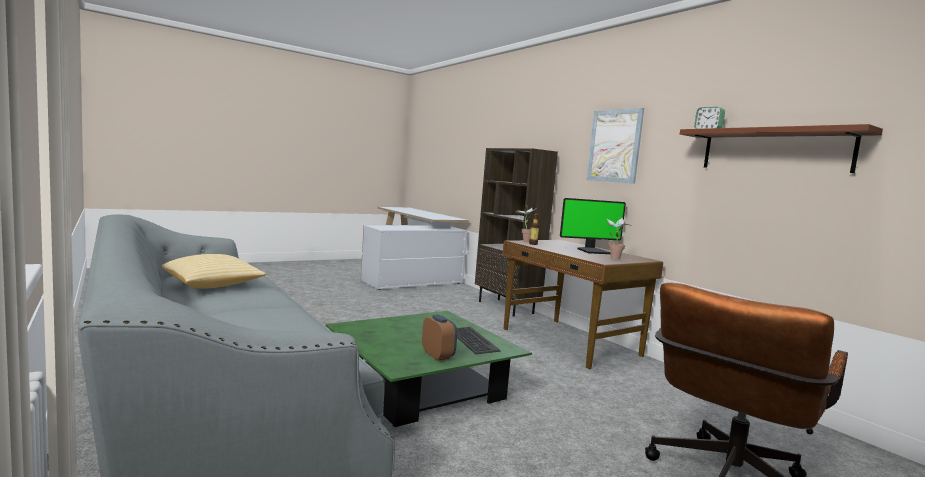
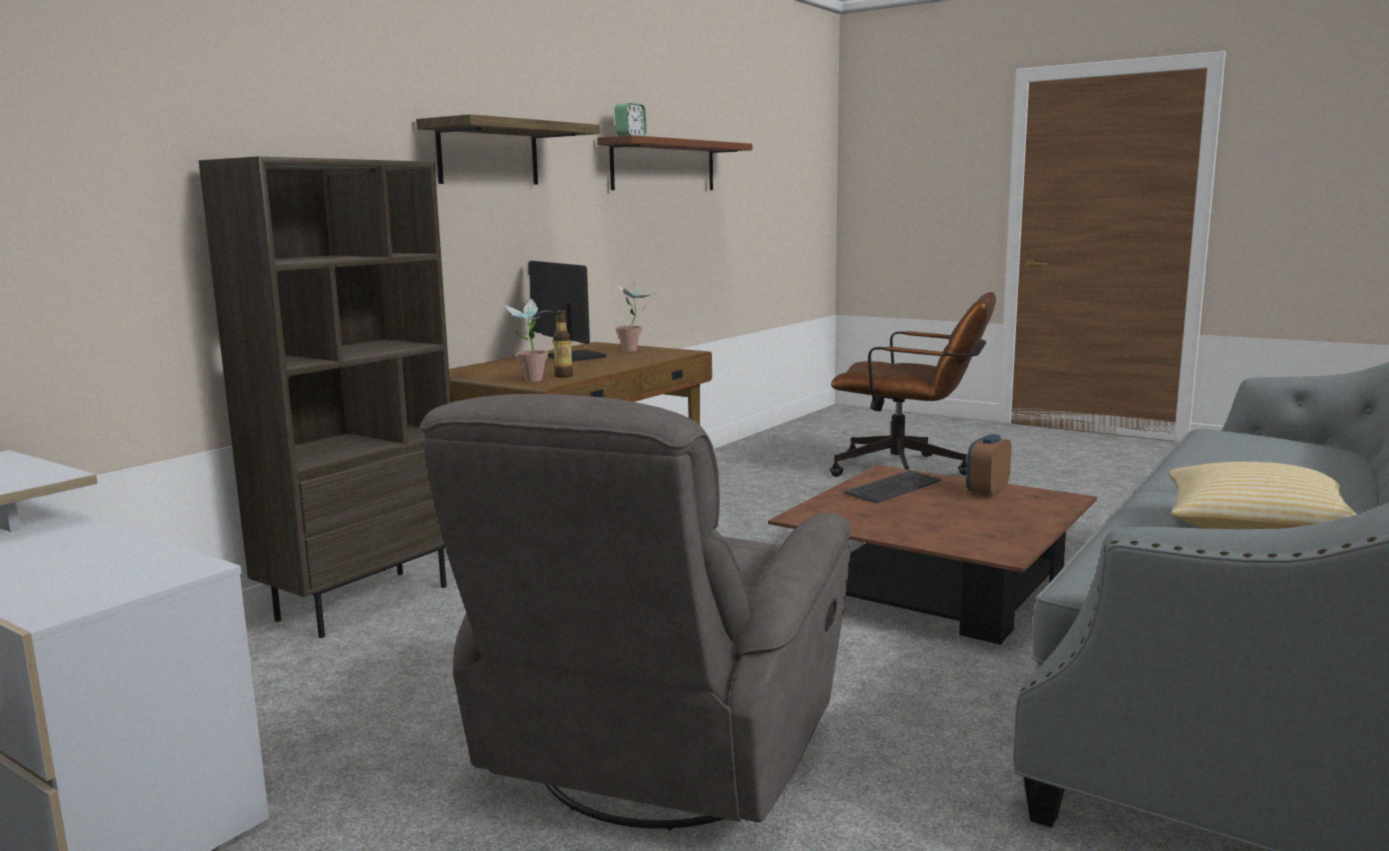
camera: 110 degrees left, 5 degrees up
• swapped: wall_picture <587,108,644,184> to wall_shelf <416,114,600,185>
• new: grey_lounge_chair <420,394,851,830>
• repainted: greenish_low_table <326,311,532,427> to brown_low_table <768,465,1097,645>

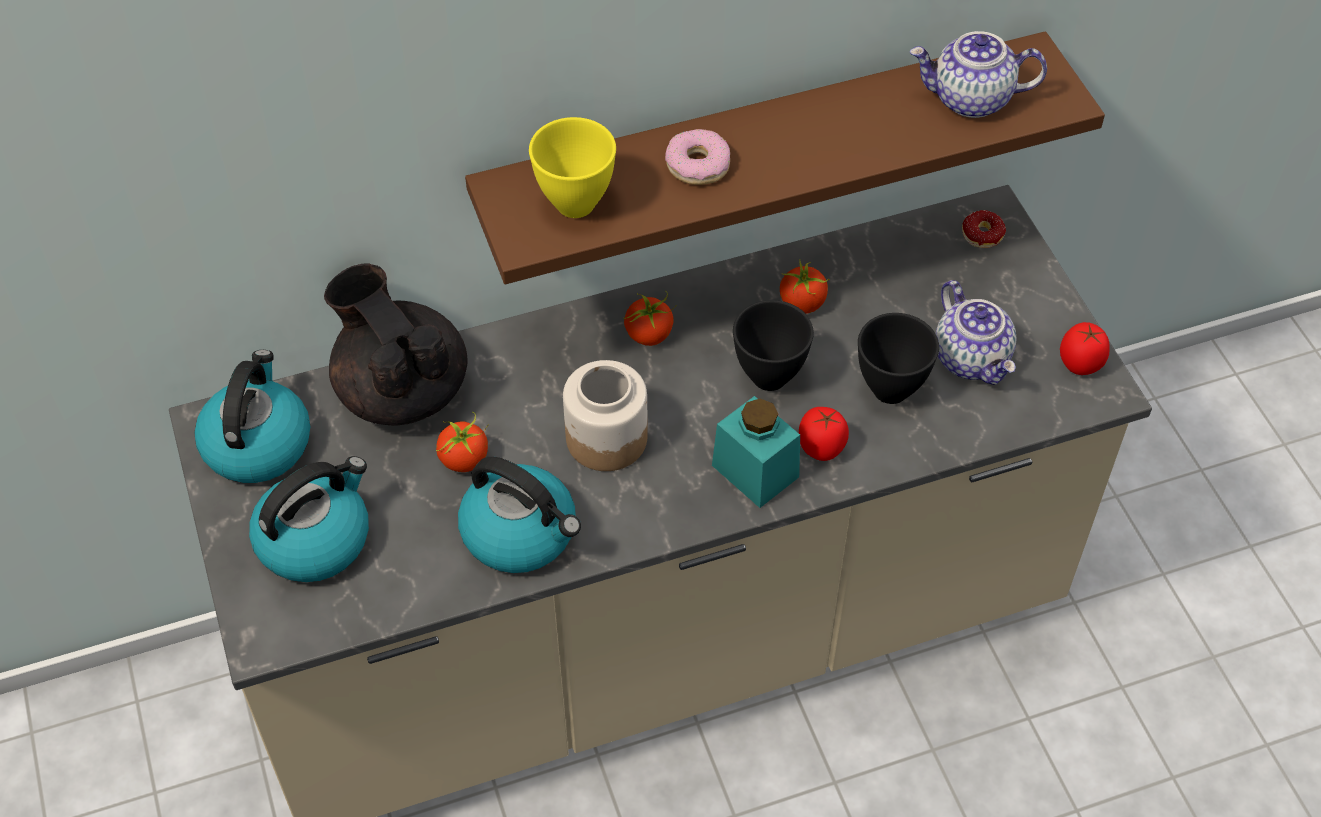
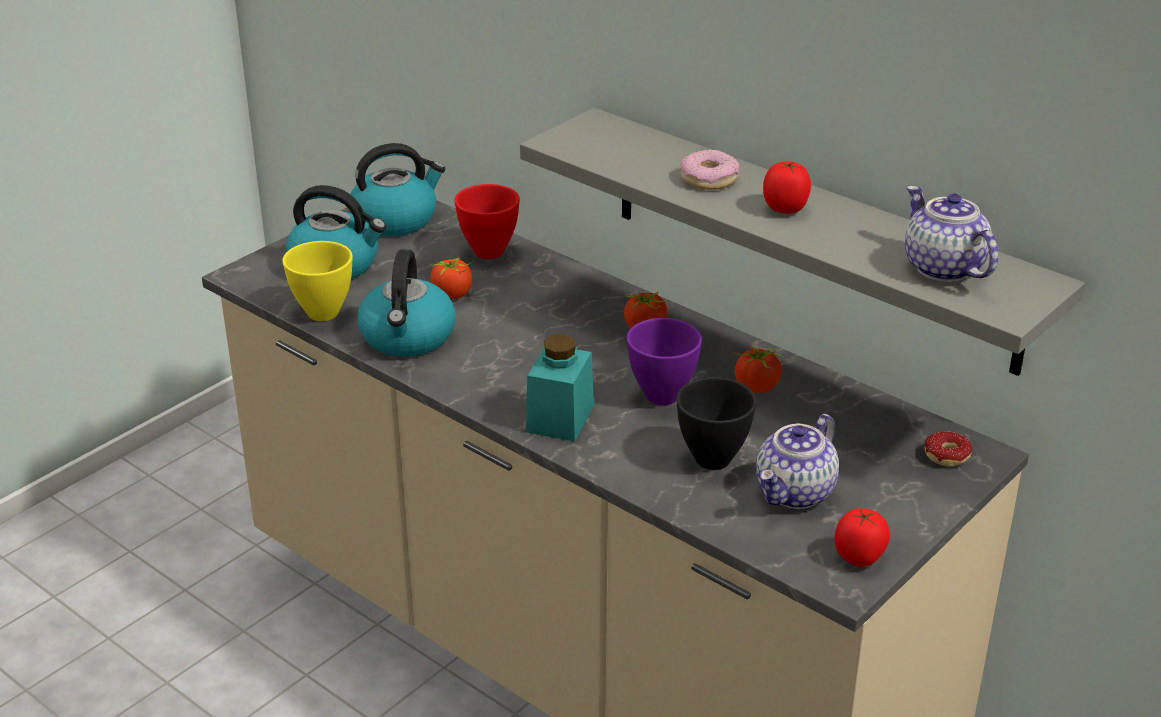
camera: 60 degrees right, 20 degrees down
• shifted: yellowish_deep_dish <529,117,616,218> to <282,241,353,321>
• swapped: blackish_tea_pot <324,263,468,425> to red-coloured_deep_dish <455,184,520,259>
• repainted: brown_wall_shelf <465,31,1105,284> to grey_wall_shelf <520,108,1085,376>
• repainted: blackish_deep_dish <733,300,814,391> to purplish_deep_dish <627,318,702,405>
• shifted: tomato <799,407,849,461> to <763,161,811,214>
• gone: storage_jar <563,360,648,471>

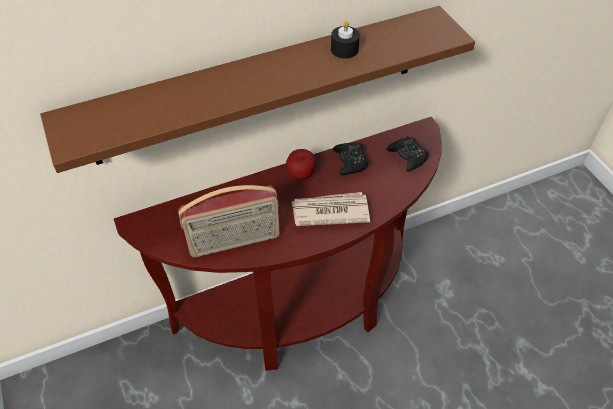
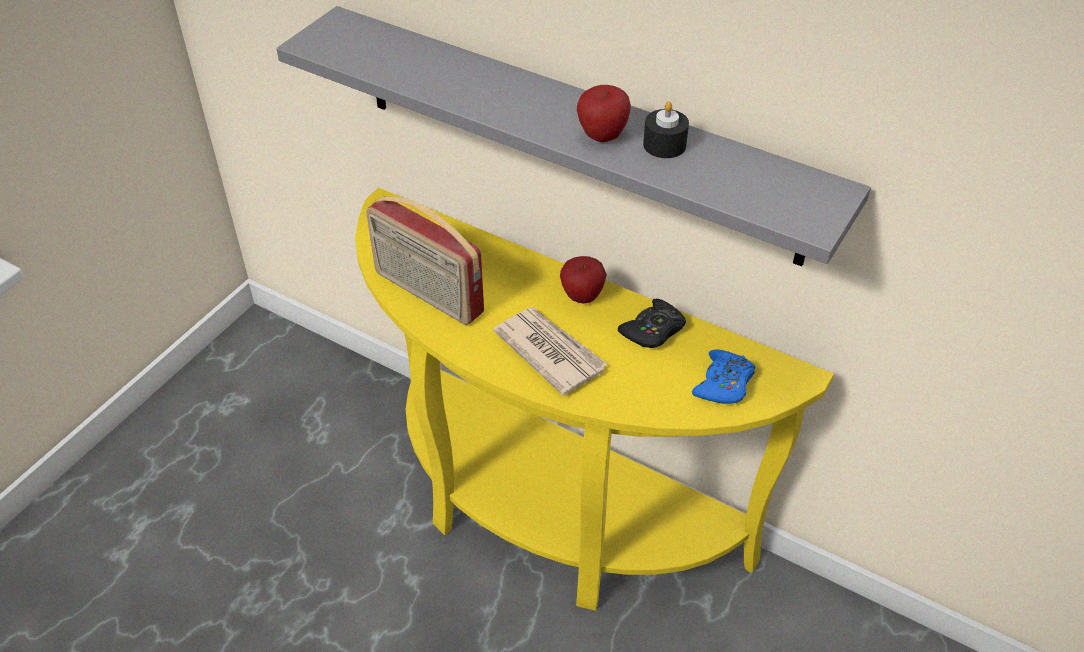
camera: 55 degrees right, 5 degrees down
• repainted: brown_wall_shelf <40,6,475,173> to grey_wall_shelf <276,6,871,266>
• repainted: brown_console_table <114,117,441,371> to yellowish_console_table <355,188,834,611>
• new: apple_fruit <577,85,631,142>
• repainted: blackish_game_controller <386,136,429,172> to bluish_game_controller <692,349,755,404>

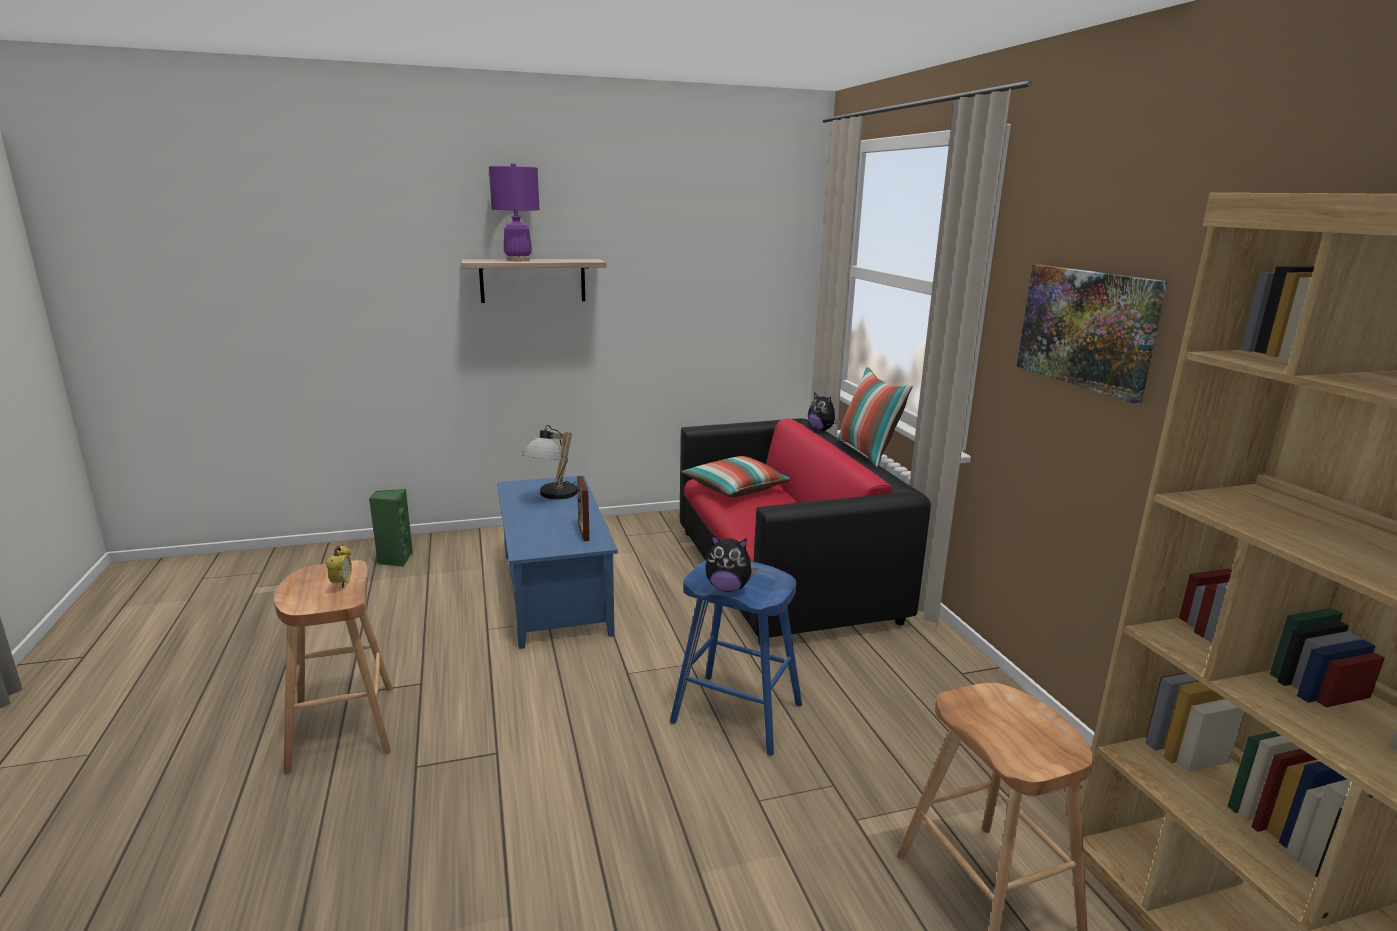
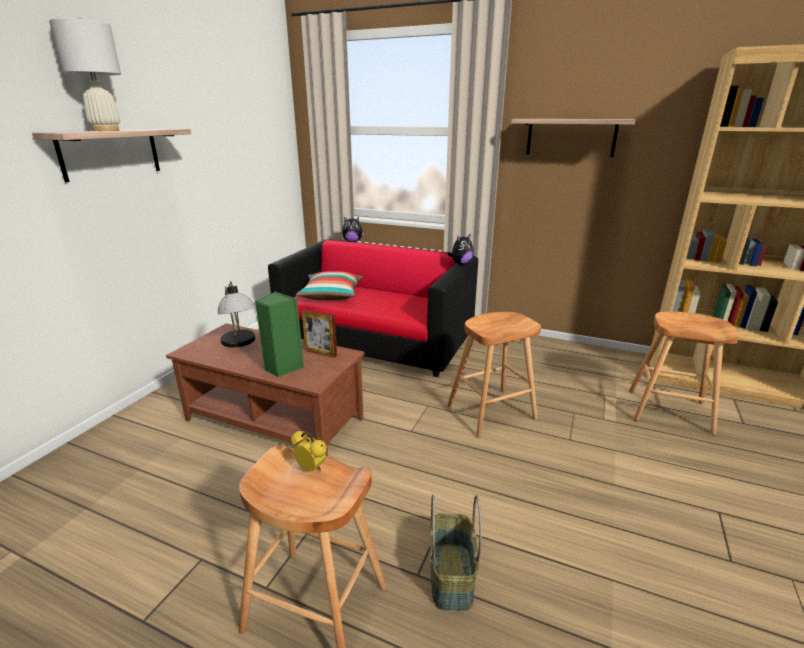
camera: 50 degrees left, 5 degrees up
• repainted: purplish_table_lamp <489,163,539,261> to white_table_lamp <49,18,121,131>
• repainted: bluish_low_table <497,475,618,649> to brown_low_table <166,323,365,456>
• shifted: greenish_audio_speaker <369,489,413,567> to <255,291,304,377>
• new: basket <429,494,482,611>
• shifted: soft_toy <705,535,757,592> to <447,234,474,264>
• repainted: bluish_stool_seat <670,560,802,756> to brown_stool_seat <447,312,541,437>
• swapped: wall_picture <1017,264,1168,403> to wall_shelf <511,119,635,157>
• gone: throw_pillow <837,367,912,467>

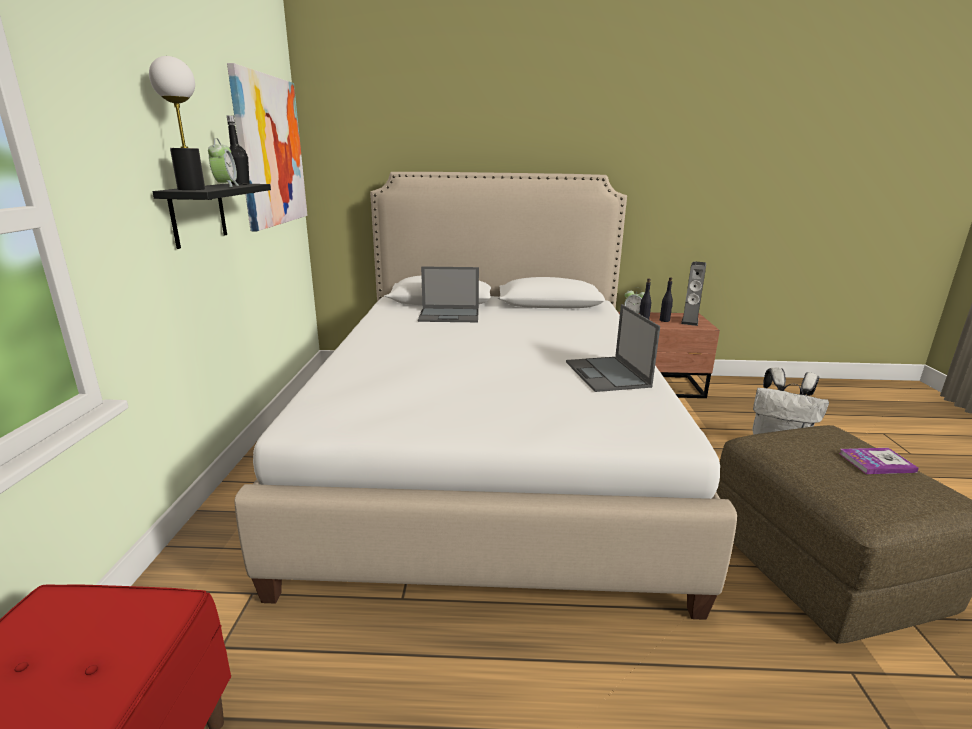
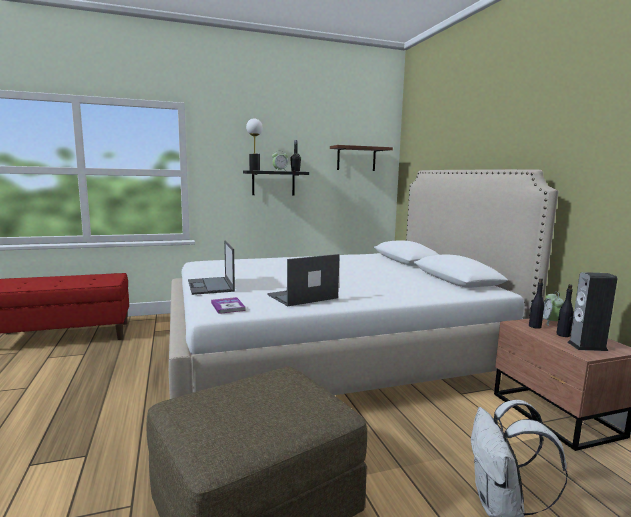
camera: 70 degrees right, 10 degrees down
• shifted: notebook_computer <418,266,479,322> to <188,240,235,295>
• shifted: book <839,448,919,474> to <211,297,246,314>
• swapped: wall_picture <227,63,308,231> to brown_wall_shelf <330,145,393,171>

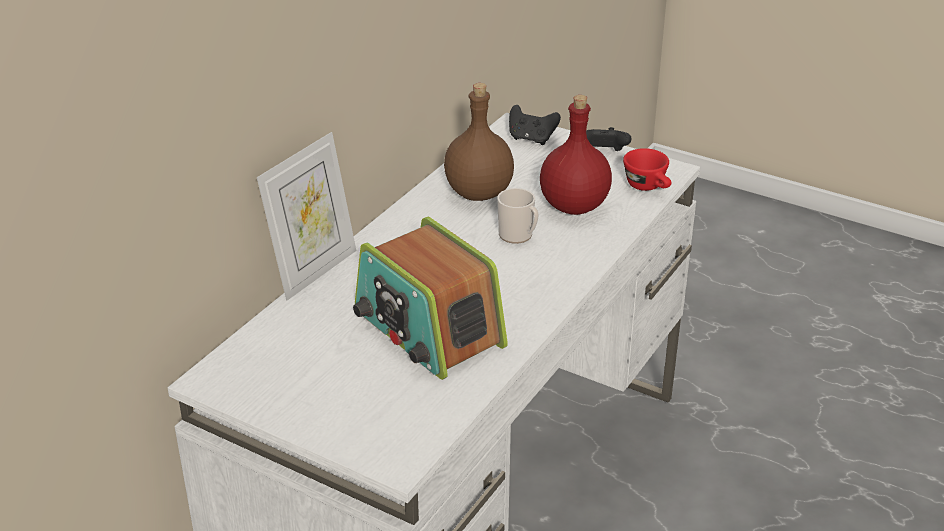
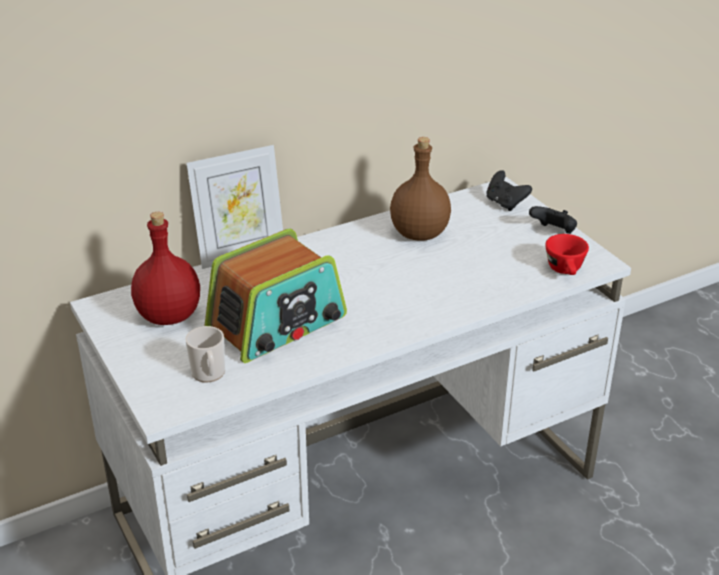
camera: 30 degrees right, 0 degrees up
• shifted: red-coloured_beverage_bottle <540,95,612,215> to <131,212,200,325>
• shifted: mug <497,188,539,244> to <185,326,225,383>
• rotated: radio <353,217,508,380> = <204,228,347,363> 120 degrees counterclockwise

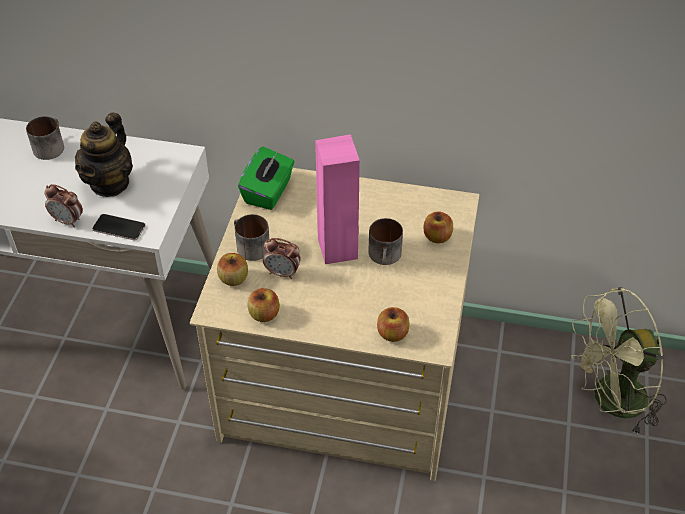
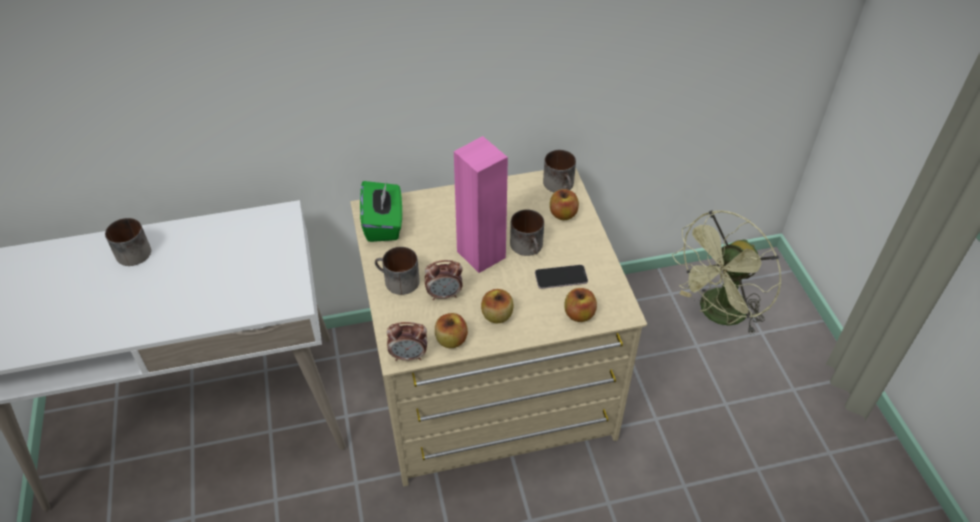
camera: 25 degrees left, 0 degrees up
• shifted: bedside_clock <45,184,83,227> to <387,322,427,361>
• shifted: apple_fruit <217,253,248,286> to <481,289,514,324>
• shifted: telephone <92,214,146,240> to <535,265,588,289>
• new: mug <543,150,576,193>
• gone: tea_pot <75,112,133,197>

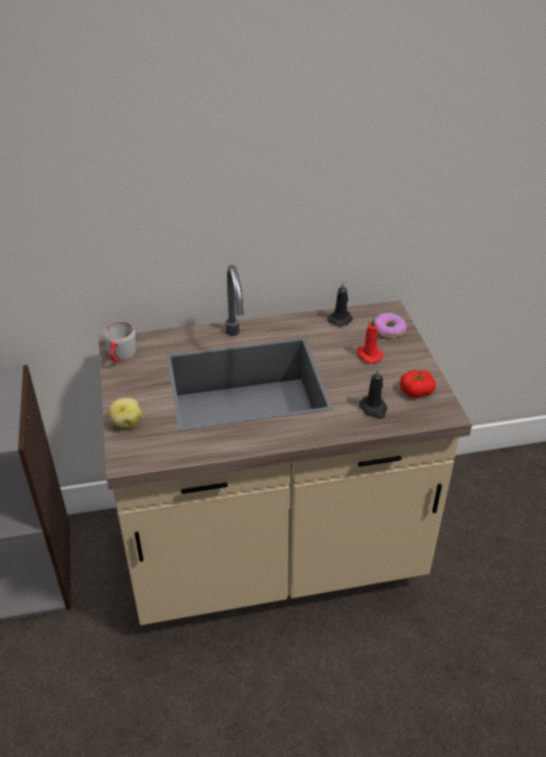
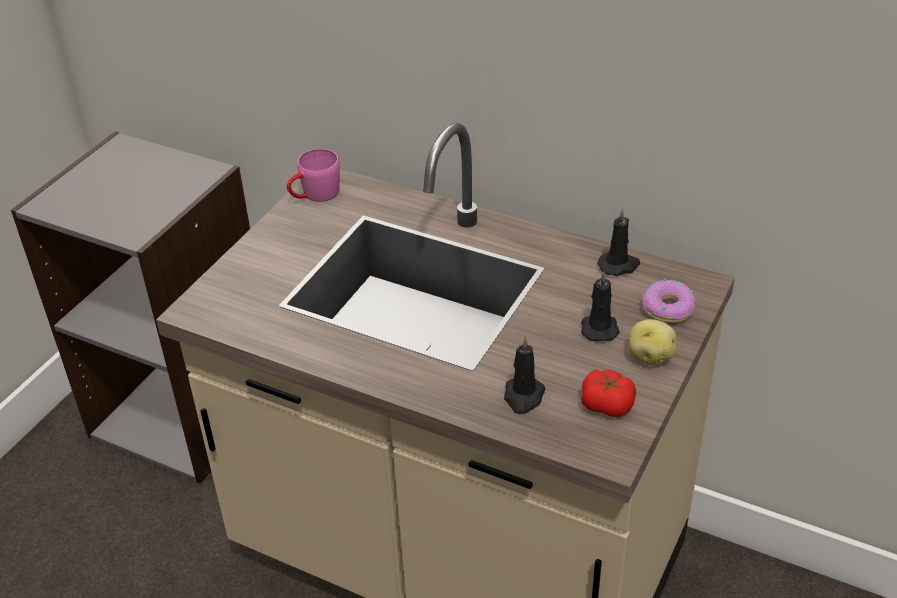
camera: 40 degrees right, 0 degrees up
• repainted: grey_mug <103,321,136,362> to pinkish_mug <287,149,340,202>
• repainted: red-coloured_wax_light <357,317,383,364> to blackish_wax_light <581,271,620,341>
• shifted: spud <108,398,143,428> to <629,319,677,366>

